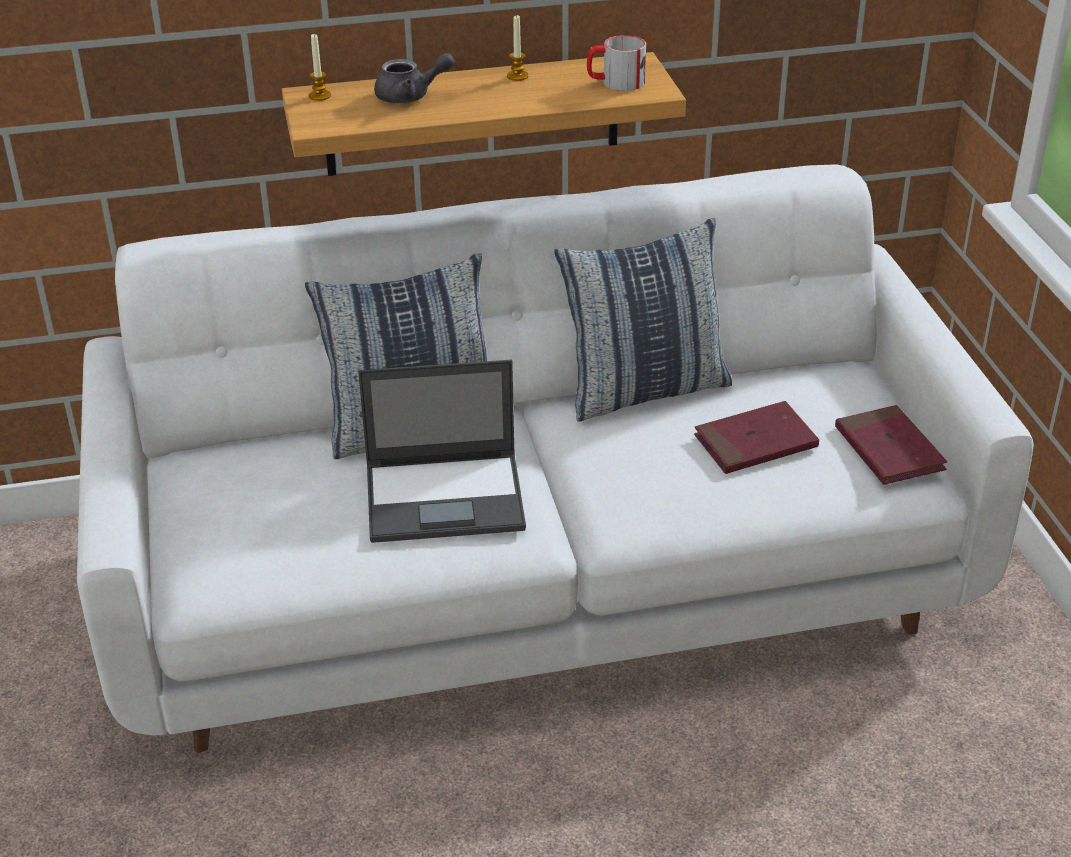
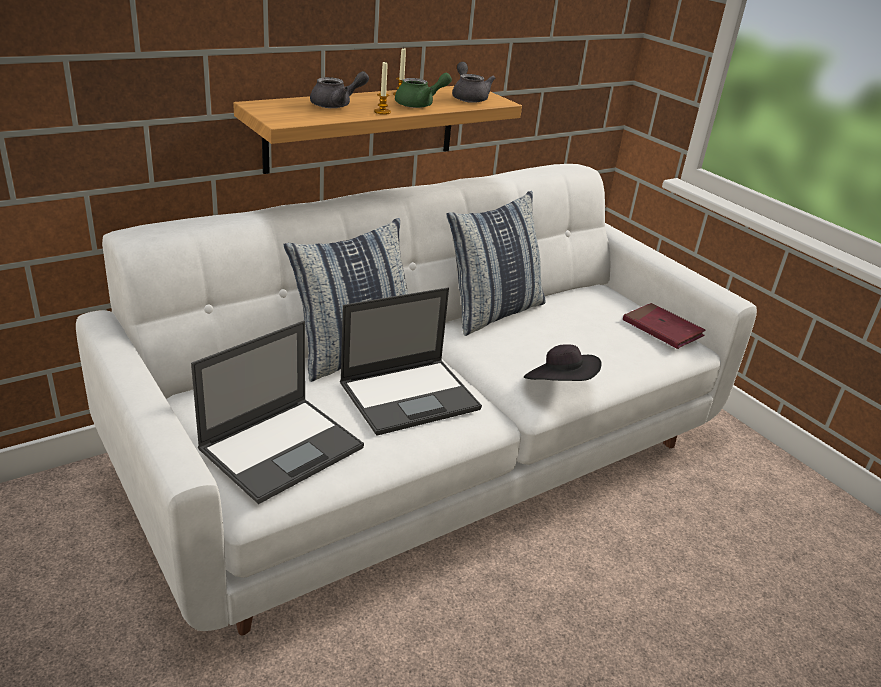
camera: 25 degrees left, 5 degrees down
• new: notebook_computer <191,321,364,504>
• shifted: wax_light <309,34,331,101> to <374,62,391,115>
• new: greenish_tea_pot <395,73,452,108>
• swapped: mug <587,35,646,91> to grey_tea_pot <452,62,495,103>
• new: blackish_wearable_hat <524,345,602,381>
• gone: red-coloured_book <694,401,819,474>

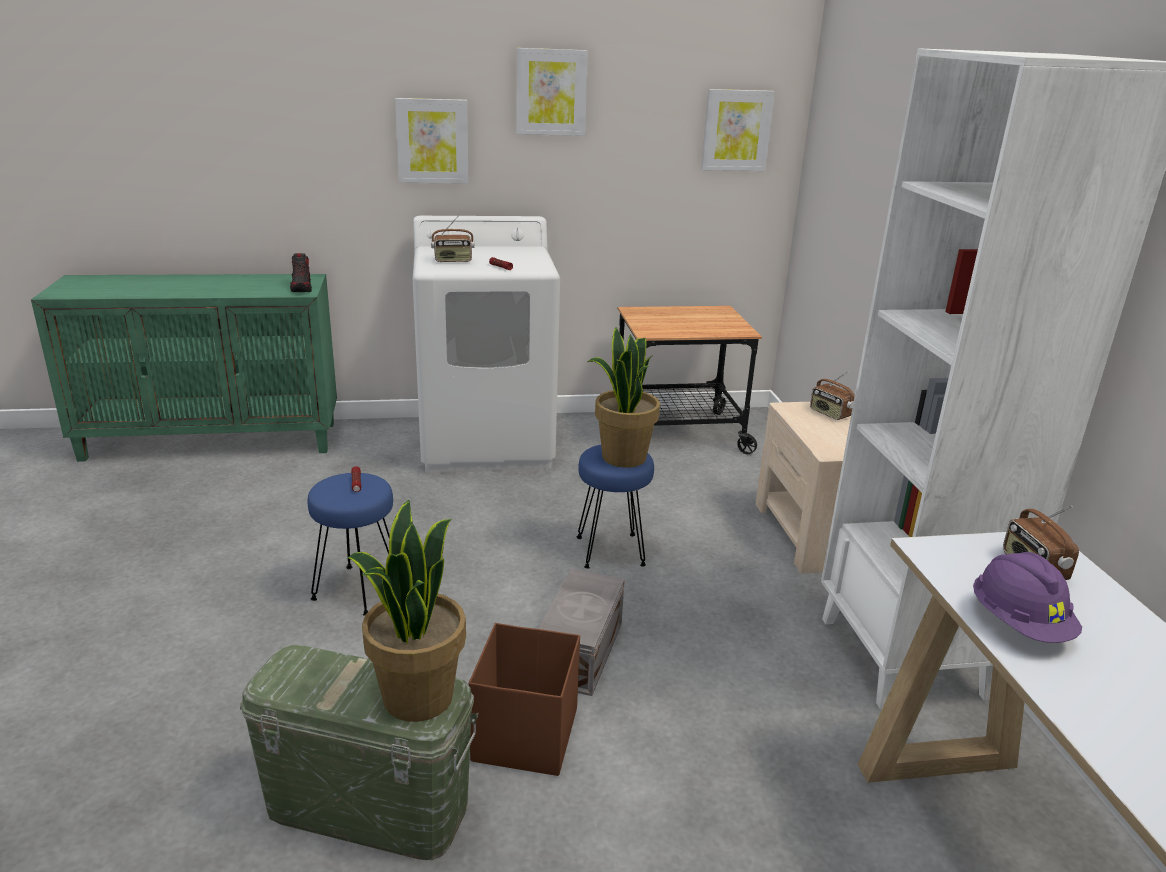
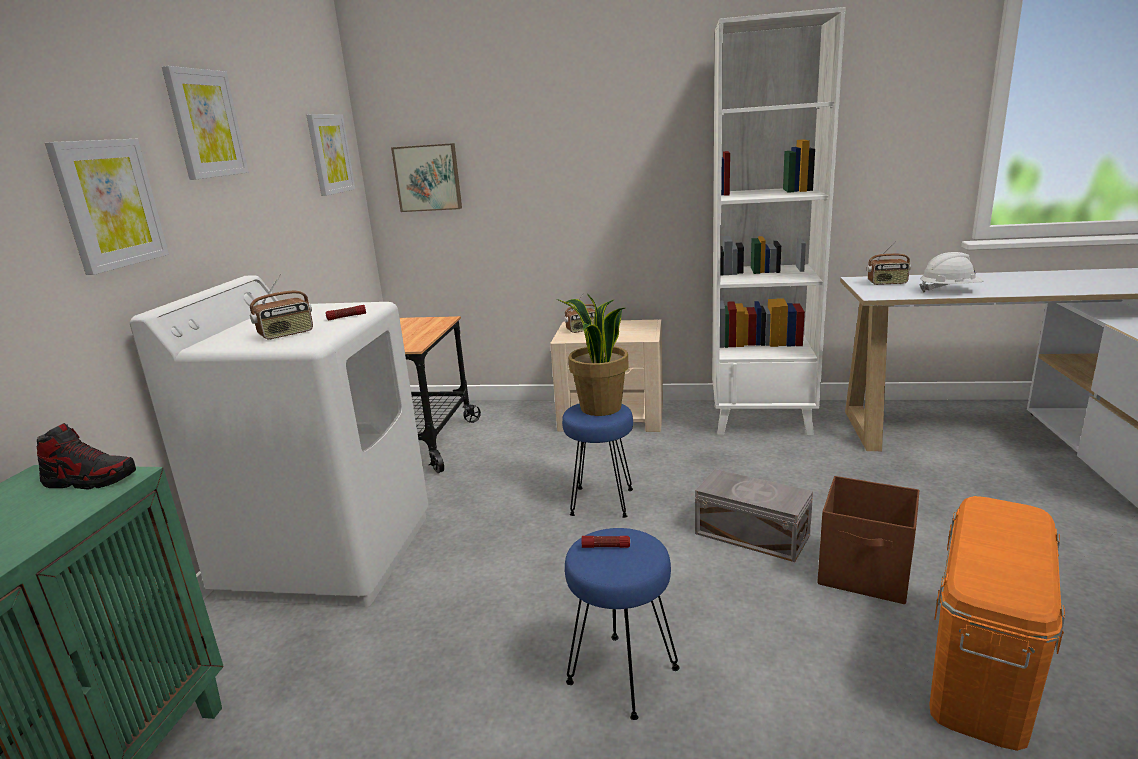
camera: 70 degrees left, 5 degrees down
• rotated: radio <431,215,474,262> = <250,274,313,340> 45 degrees clockwise
• new: wall_picture <391,143,462,212>
• repainted: purplish_hard_hat <973,552,1082,643> to white_hard_hat <919,252,983,293>
• repainted: greenish_storage_container <240,645,478,860> to orange_storage_container <929,496,1065,751>
• gone: potted_plant <347,500,466,722>

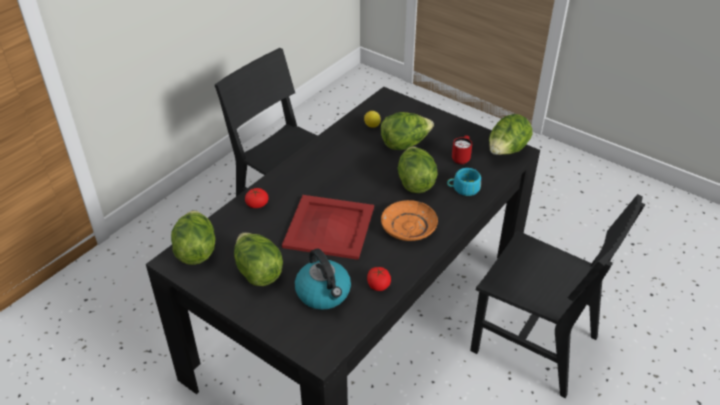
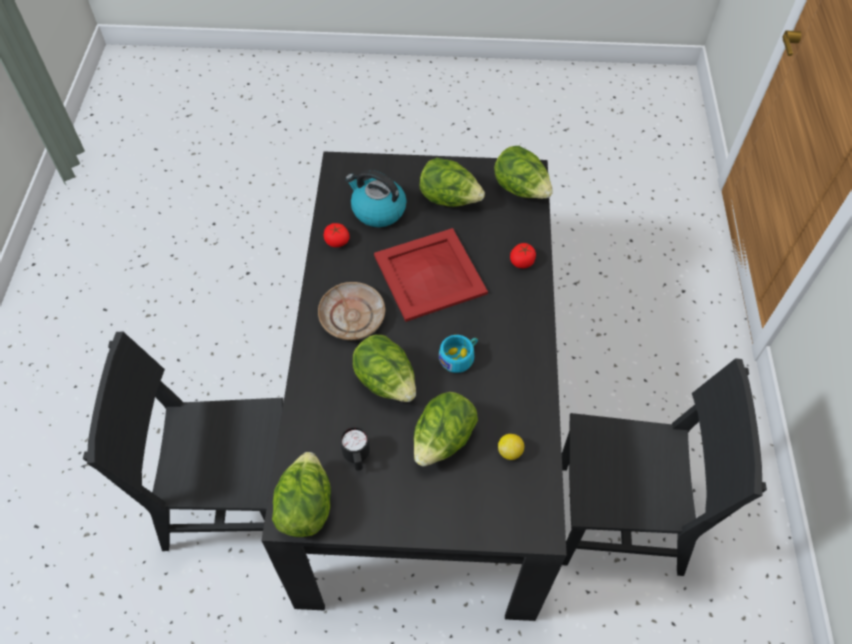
camera: 145 degrees right, 15 degrees up
• repainted: orange_dinner_plate <381,200,438,241> to sand-coloured_dinner_plate <318,282,385,340>
• repainted: red-coloured_mug <452,135,472,165> to blackish_mug <340,427,370,471>
• shifted: turquoise-coloured_drinking_cup <447,168,481,196> to <439,335,478,373>

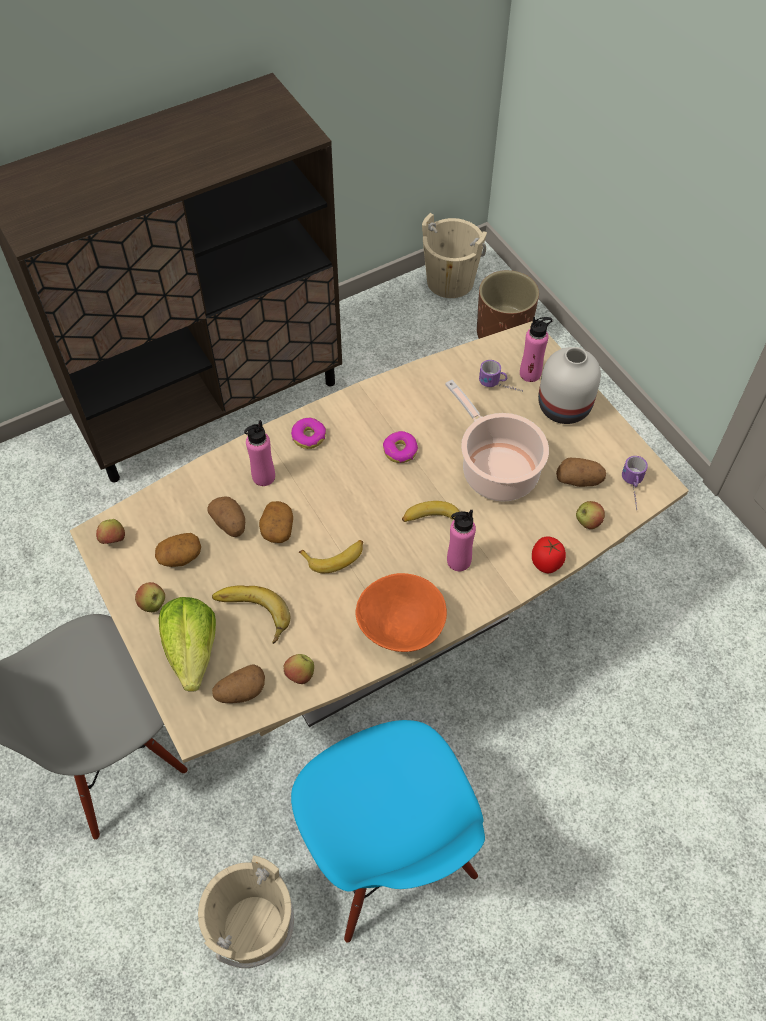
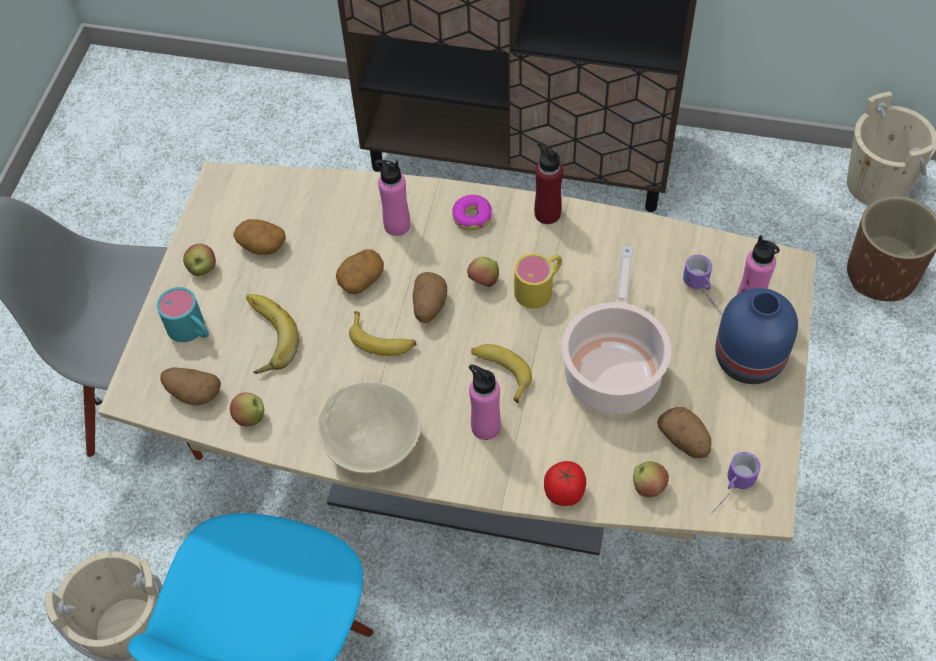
camera: 45 degrees right, 0 degrees up
• swapped: lettuce <159,597,216,692> to turquoise-coloured_mug <157,287,209,342>
• repainted: orange_deep_dish <355,573,447,652> to sand-coloured_deep_dish <317,381,421,474>
• shifted: spud <207,496,245,537> to <413,272,447,323>
• shifted: apple_fruit <96,519,125,544> to <467,257,499,287>
• swapped: doughnut <383,431,418,463> to yellowish_mug <514,253,562,309>
• new: red-coloured_beverage_bottle <534,142,563,224>
• repainted: white_flower_vase <538,347,601,424> to bluish_flower_vase <715,288,798,384>

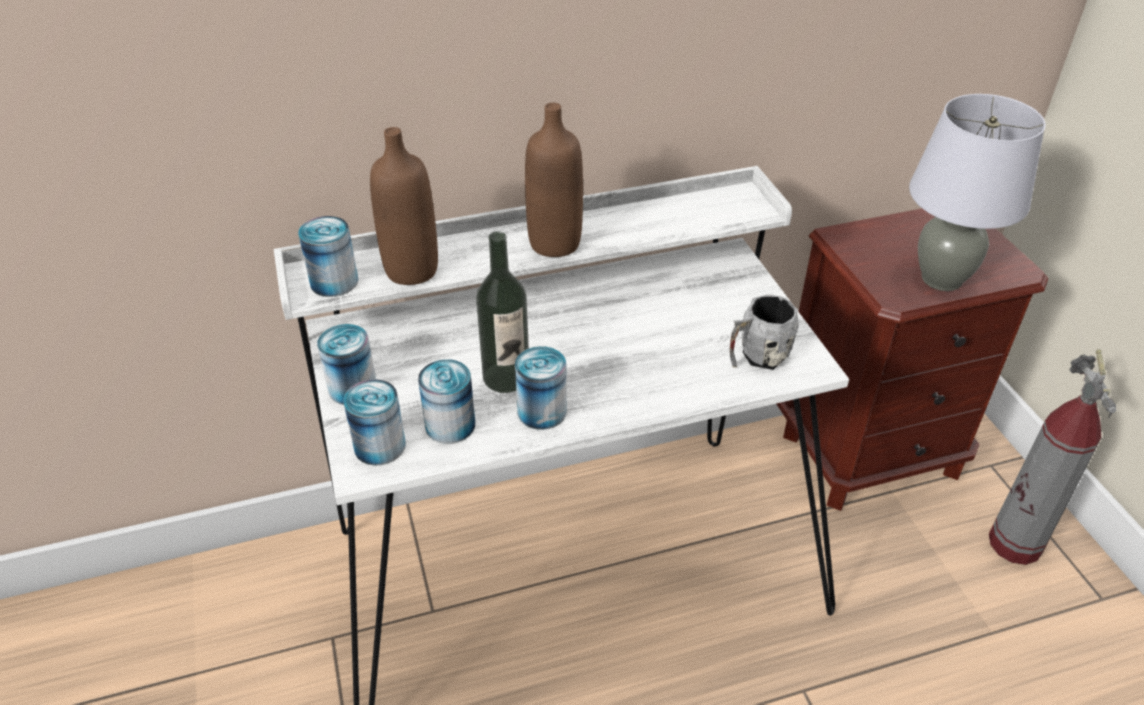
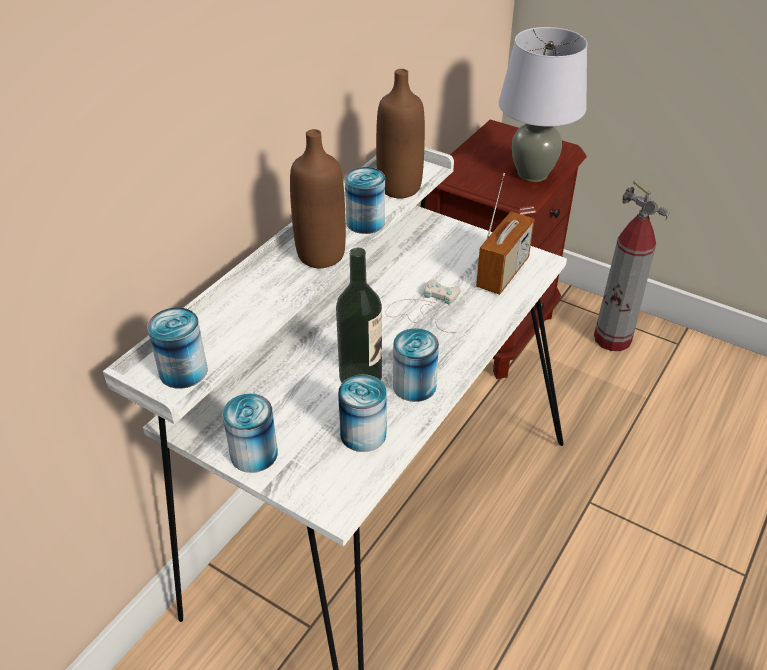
camera: 40 degrees left, 0 degrees up
• shifted: sealed_can <343,379,406,465> to <345,167,385,234>
• shifted: brown_beverage_bottle <370,127,438,285> to <376,69,425,198>
• new: white_game_controller <385,280,461,333>
• swapped: grey_mug <730,295,799,370> to radio <476,173,534,295>

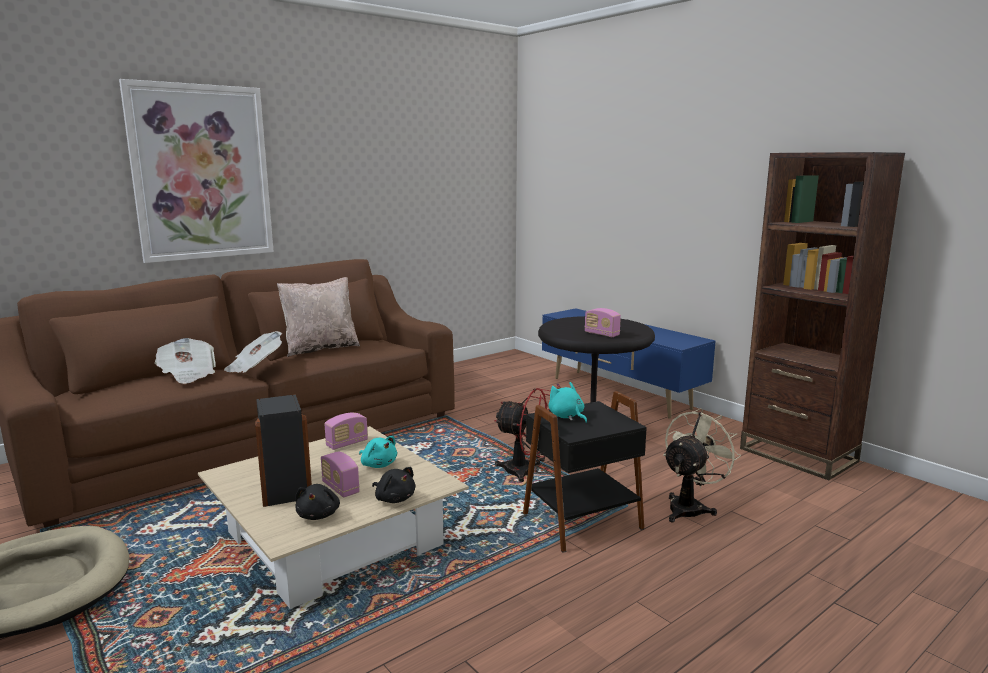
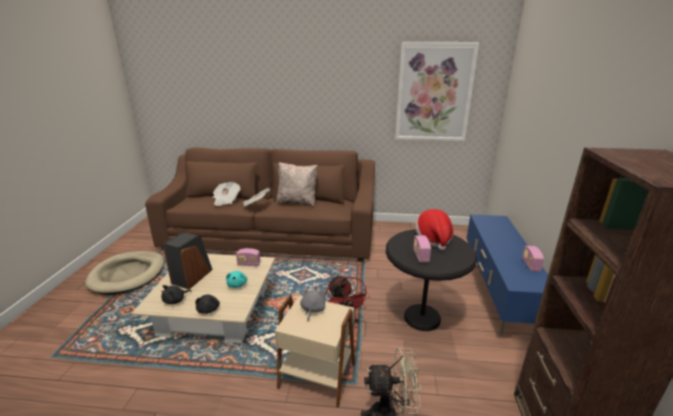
camera: 45 degrees right, 10 degrees up
• repainted: blackish_side_table <523,391,647,553> to sand-coloured_side_table <275,295,355,408>
• repainted: turquoise-coloured_soft_toy <548,382,587,423> to grey_soft_toy <300,286,325,322>
• shifted: wall_picture <119,79,274,263> to <395,42,479,141>
• new: wearable_hat <415,209,454,250>
• shifted: radio <321,452,360,497> to <522,246,544,272>

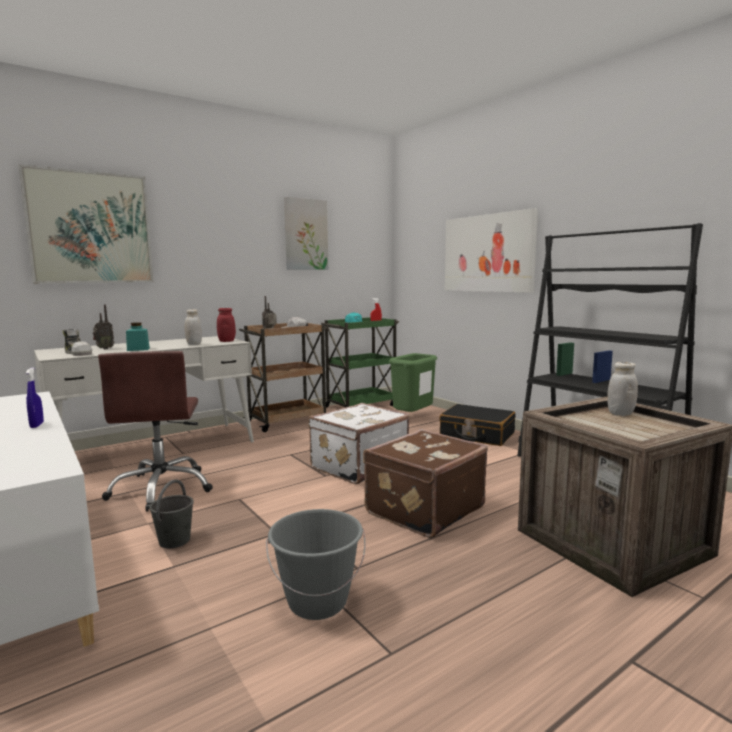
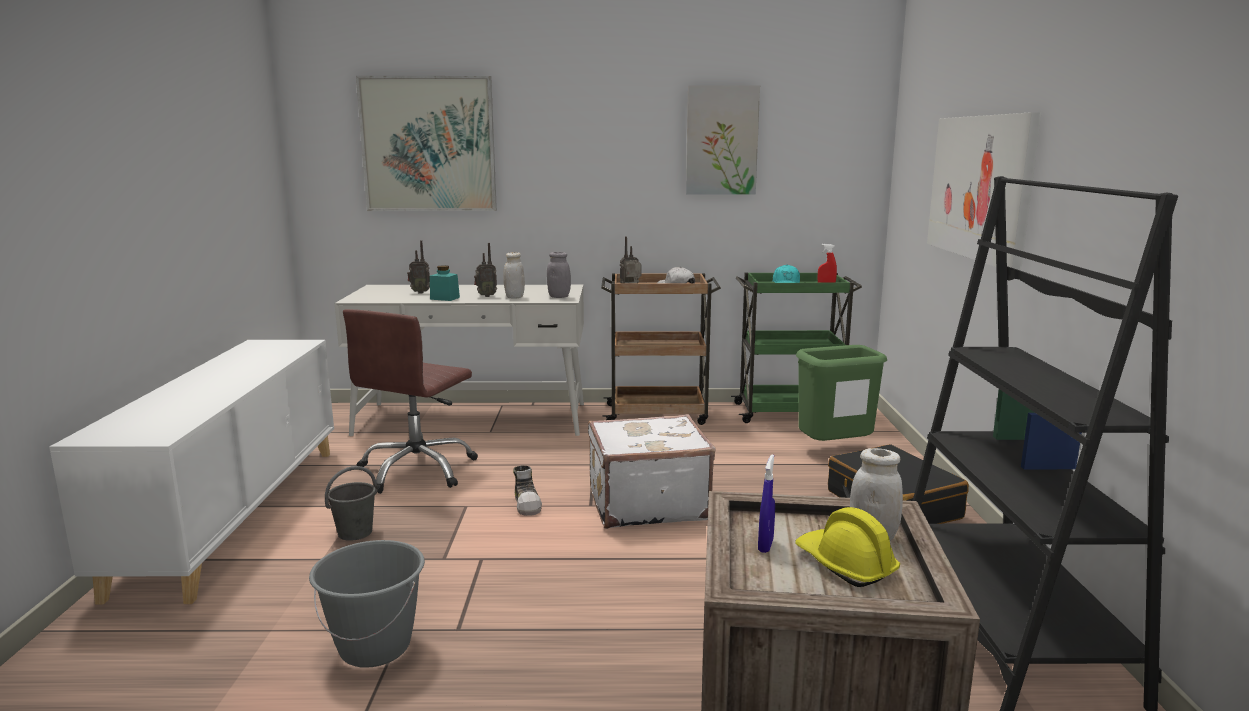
camera: 35 degrees right, 5 degrees up
• new: radio <474,243,497,297>
• shifted: shoe <63,329,92,356> to <513,466,542,516>
• repainted: red-coloured_storage_jar <217,308,236,342> to grey_storage_jar <547,252,571,298>
• shifted: bluish_hand_sprayer <26,367,44,428> to <758,454,775,553>
• new: yellowish_hard_hat <795,507,900,587>
• gone: brown_suitcase <363,429,488,538>

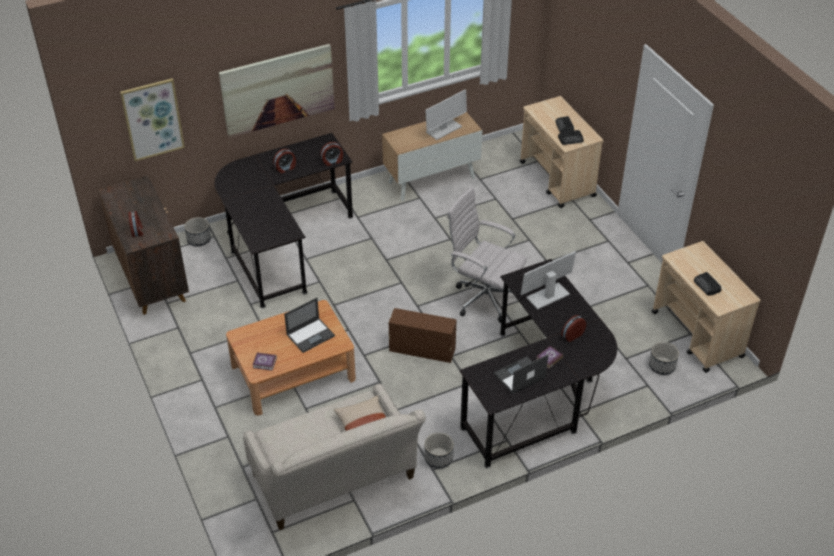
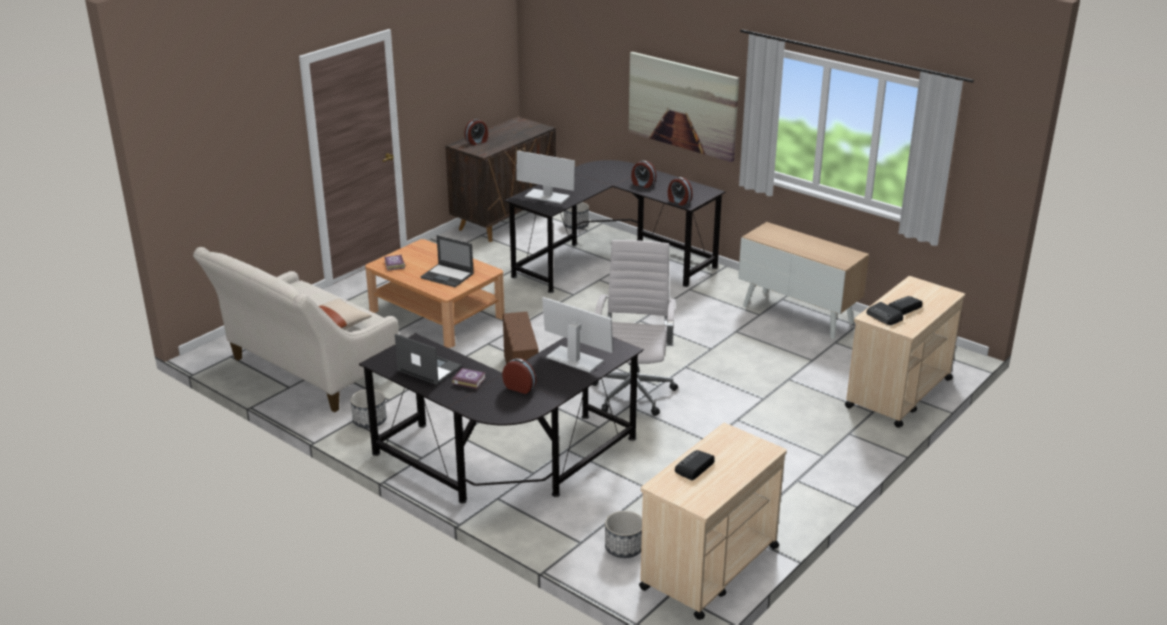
camera: 65 degrees right, 15 degrees down
• shifted: computer_screen <425,90,467,140> to <516,151,575,204>
• gone: wall_picture <120,78,185,161>

